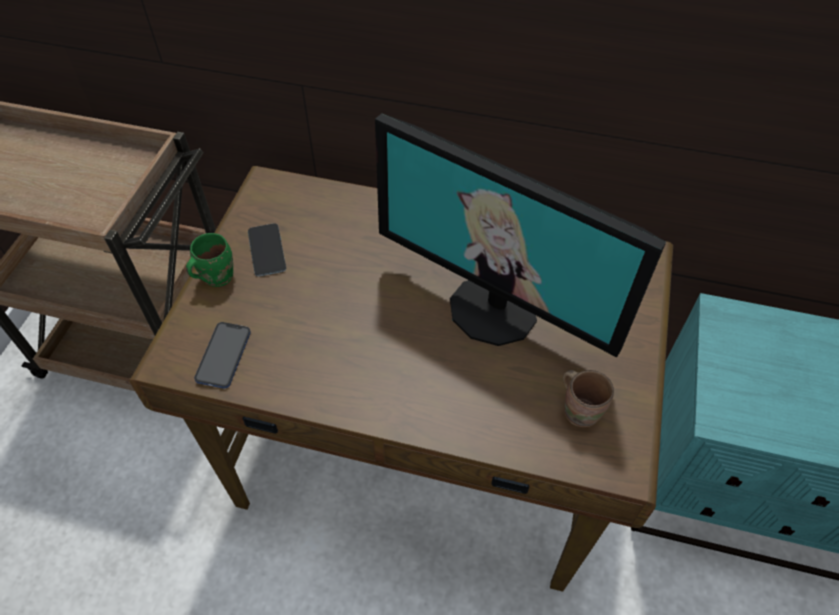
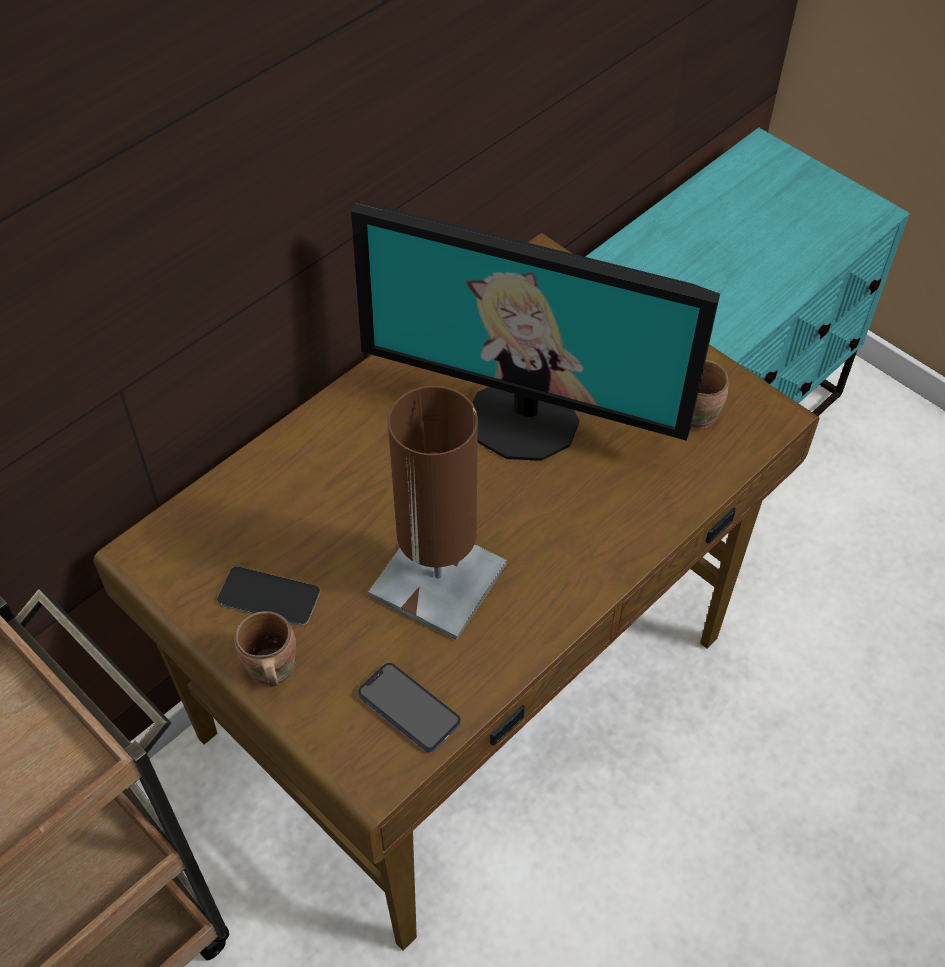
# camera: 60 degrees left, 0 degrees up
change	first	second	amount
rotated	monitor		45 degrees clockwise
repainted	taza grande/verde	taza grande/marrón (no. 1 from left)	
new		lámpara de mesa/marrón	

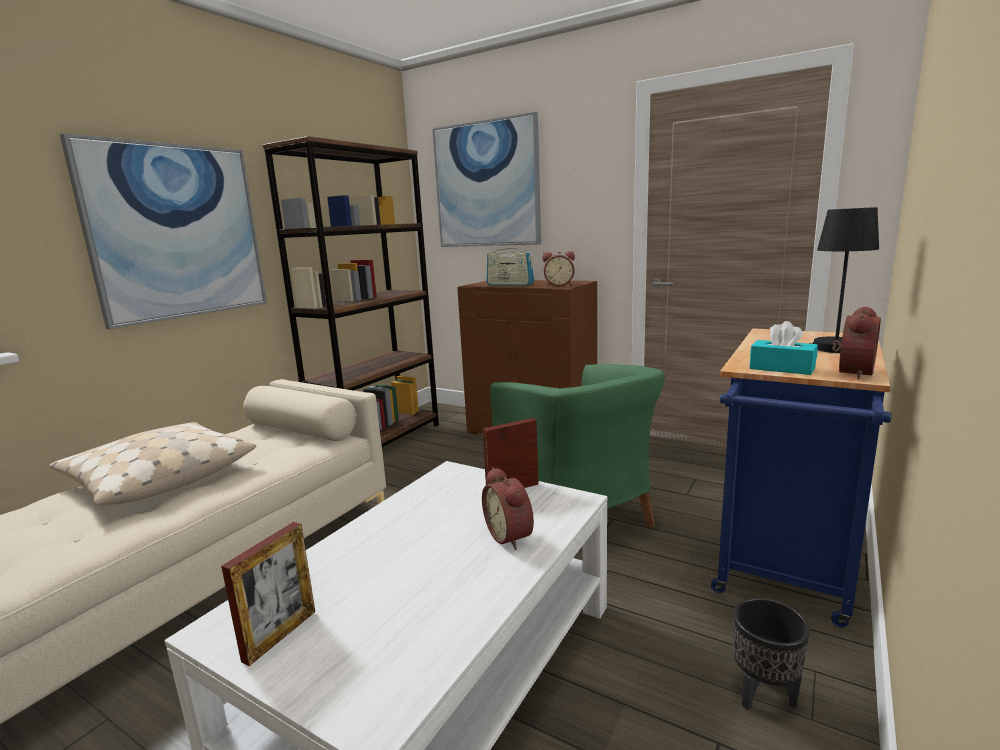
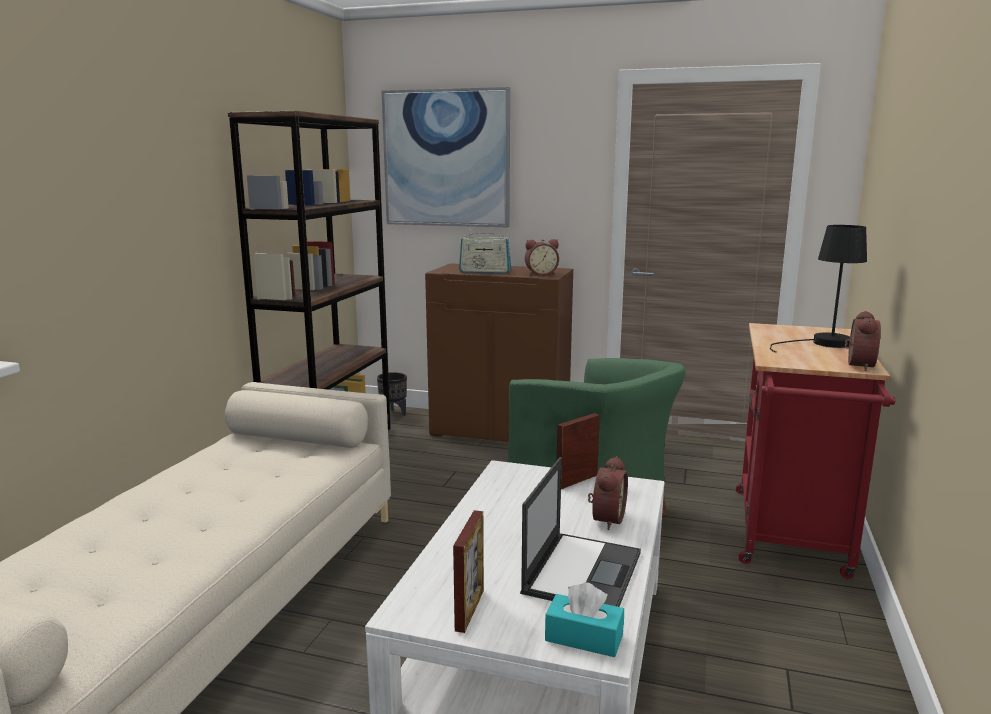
# camera: 15 degrees left, 0 degrees up
change	first	second	amount
gone	cuadro (no. 1 from left)		
shifted	caja de pañuelos/turquesa		
repainted	carrito/azul	carrito/rojo	
gone	cojín/beis		
rotated	despertador (no. 1 from left in the first image)	despertador (no. 2 from left)	120 degrees counterclockwise
shifted	maceta/negro		
new		portátil	

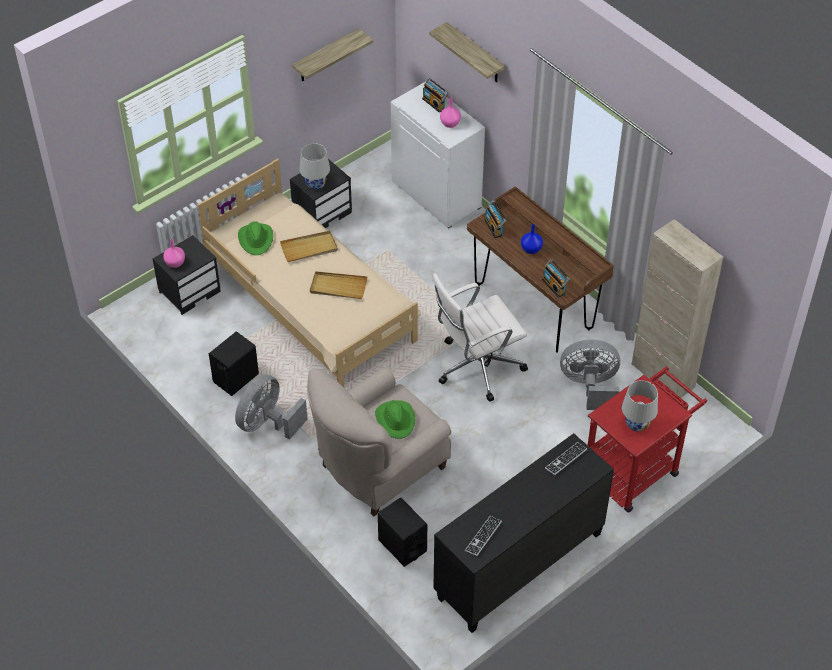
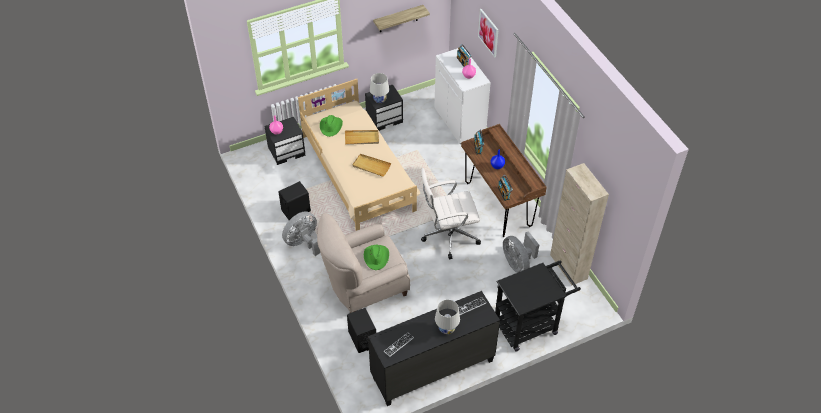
# camera: 15 degrees right, 0 degrees up
change	first	second	amount
swapped	estante (no. 2 from left)	cuadro	
rotated	ventilador/gris (no. 2 from left)		135 degrees counterclockwise
repainted	carrito/rojo	carrito/negro	
shifted	lámpara de mesa/blanco (no. 2 from left)		

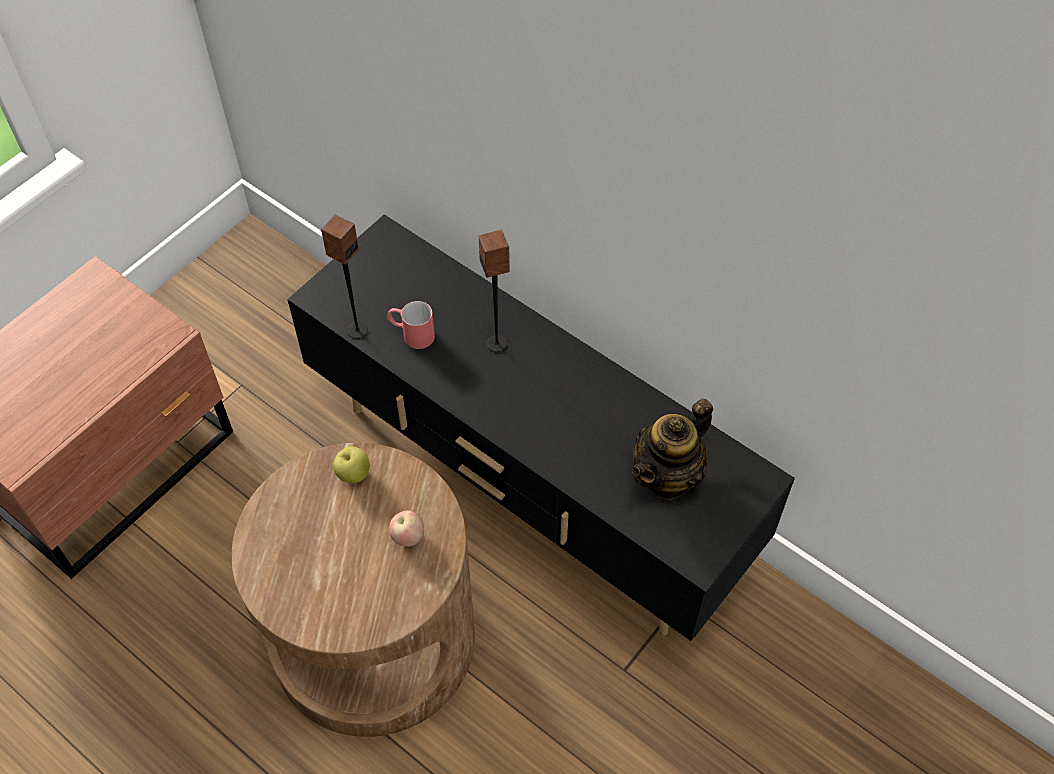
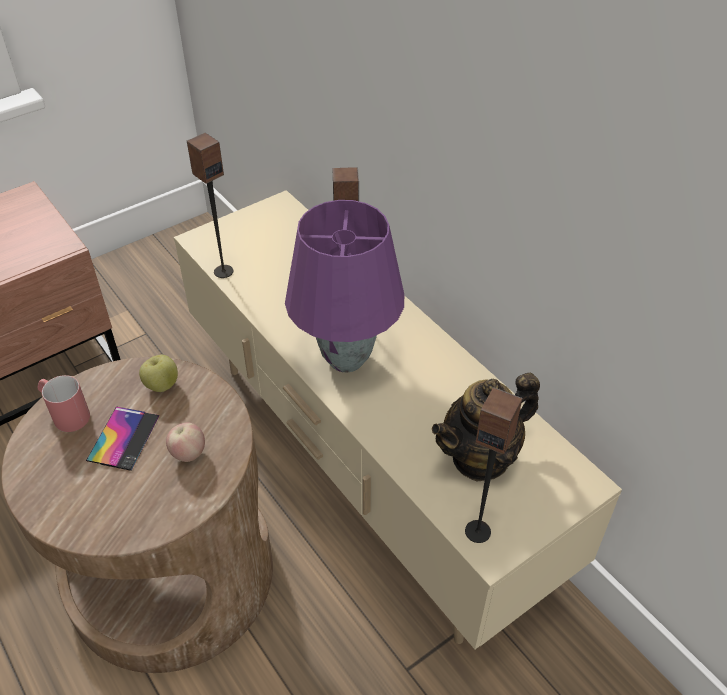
# camera: 15 degrees right, 10 degrees down
change	first	second	amount
repainted	mueble de televisión/negro	mueble de televisión/beis	
shifted	taza grande/rojo		
new		lámpara de mesa/morado	
new		altavoz (no. 3 from left)	
new		móvil	

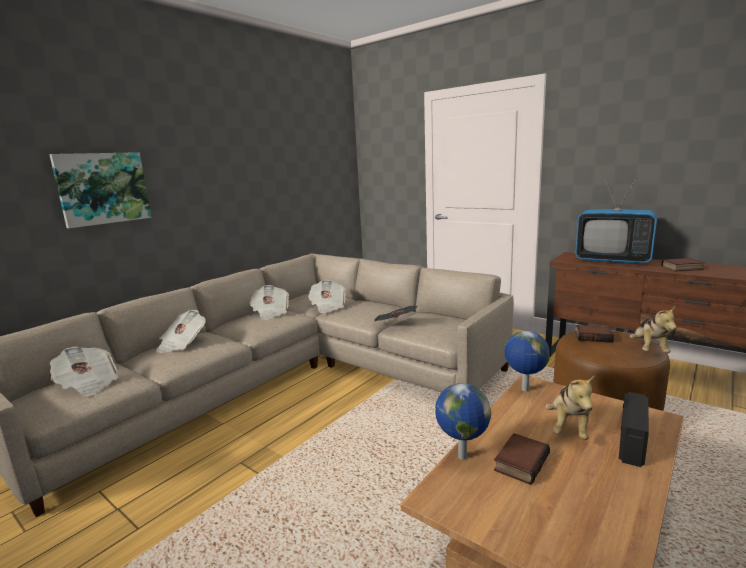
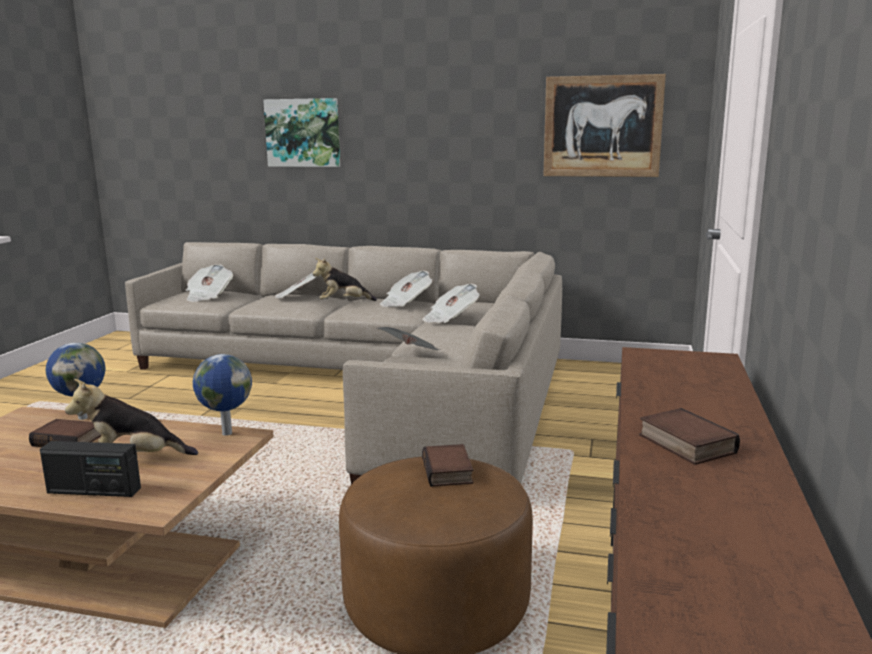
# camera: 65 degrees right, 0 degrees up
change	first	second	amount
gone	televisor		
shifted	peluche (no. 2 from left)		
new		cuadro (no. 2 from left)	

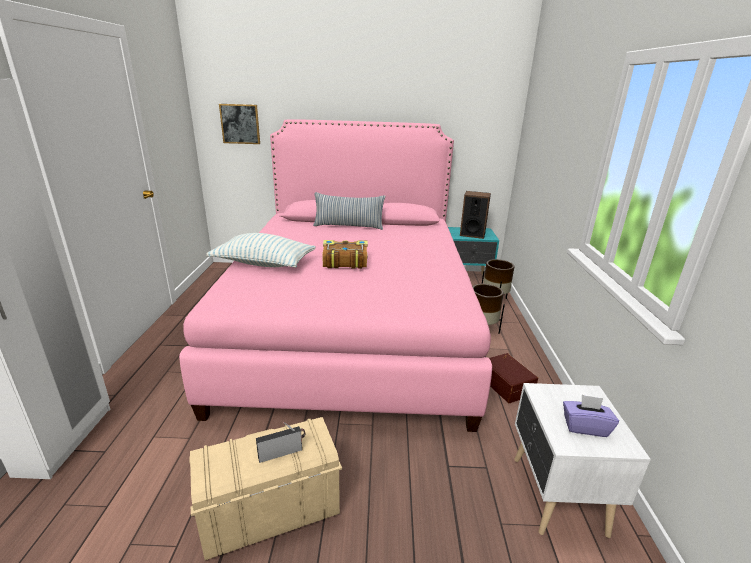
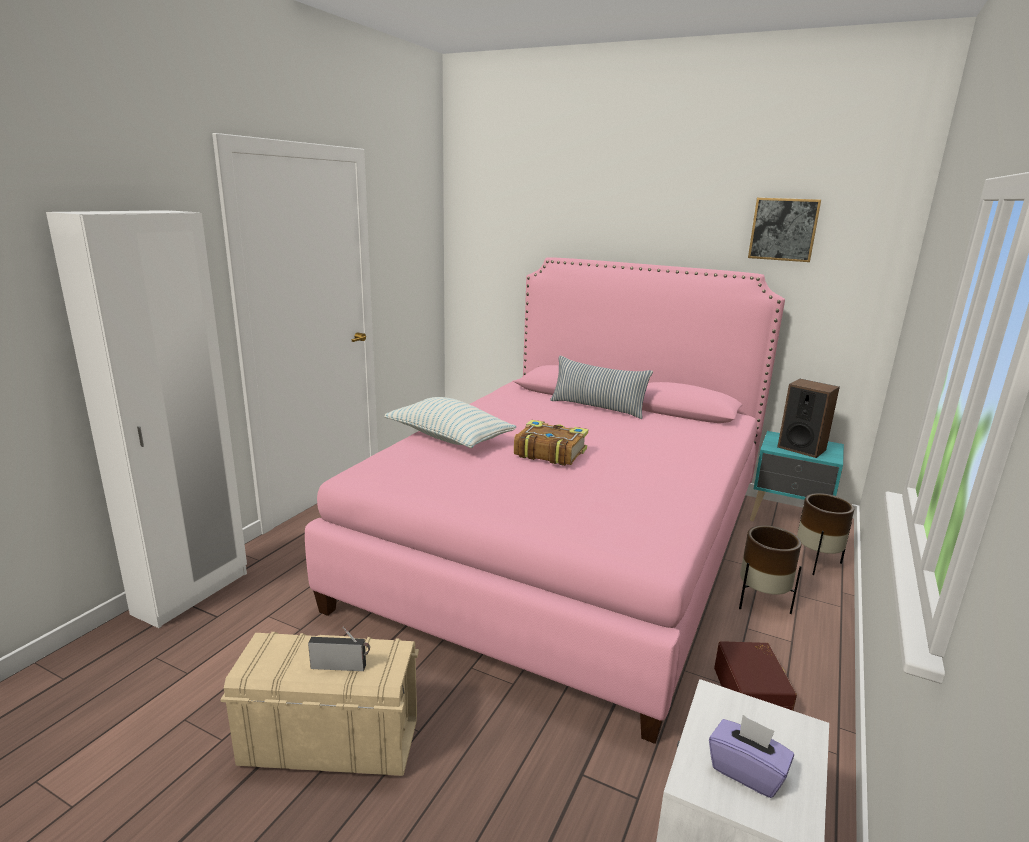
# camera: 25 degrees right, 5 degrees down
change	first	second	amount
shifted	cuadro		

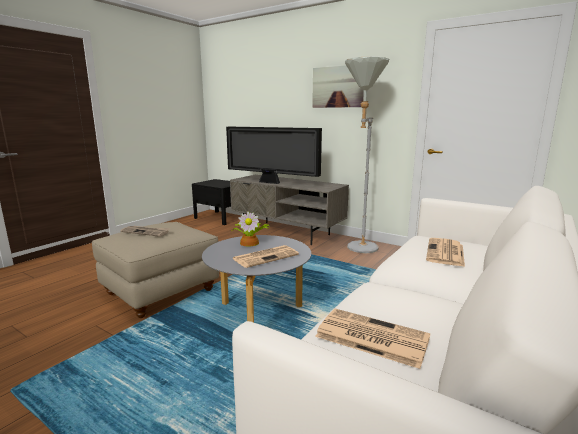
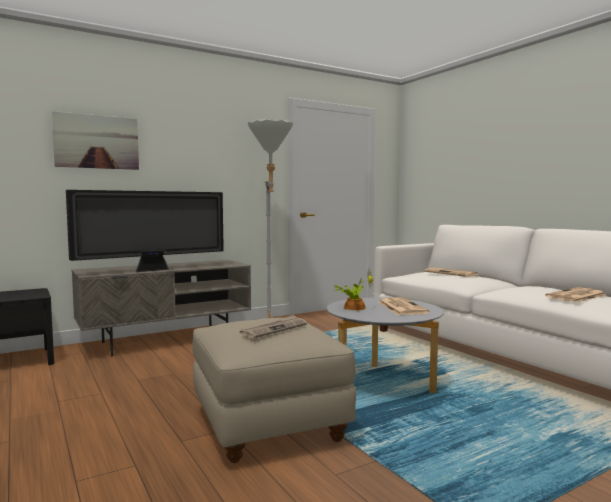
# camera: 65 degrees left, 10 degrees down
change	first	second	amount
shifted	cuadro		

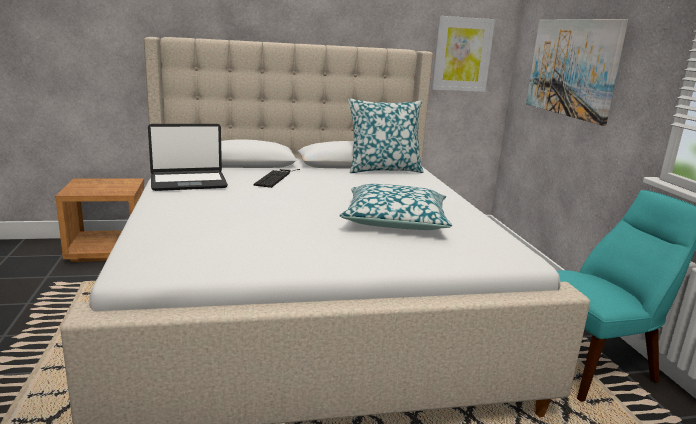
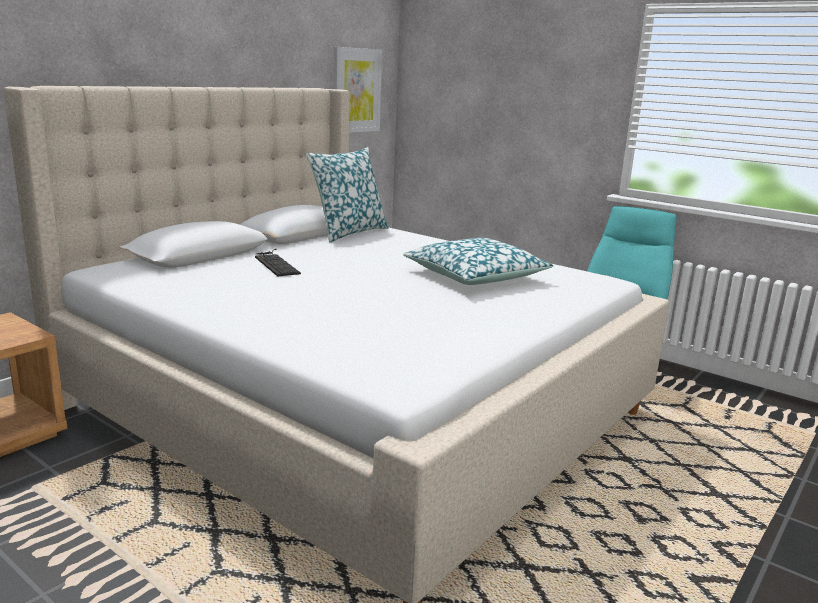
# camera: 40 degrees left, 0 degrees up
change	first	second	amount
gone	cuadro (no. 2 from left)		
gone	portátil		

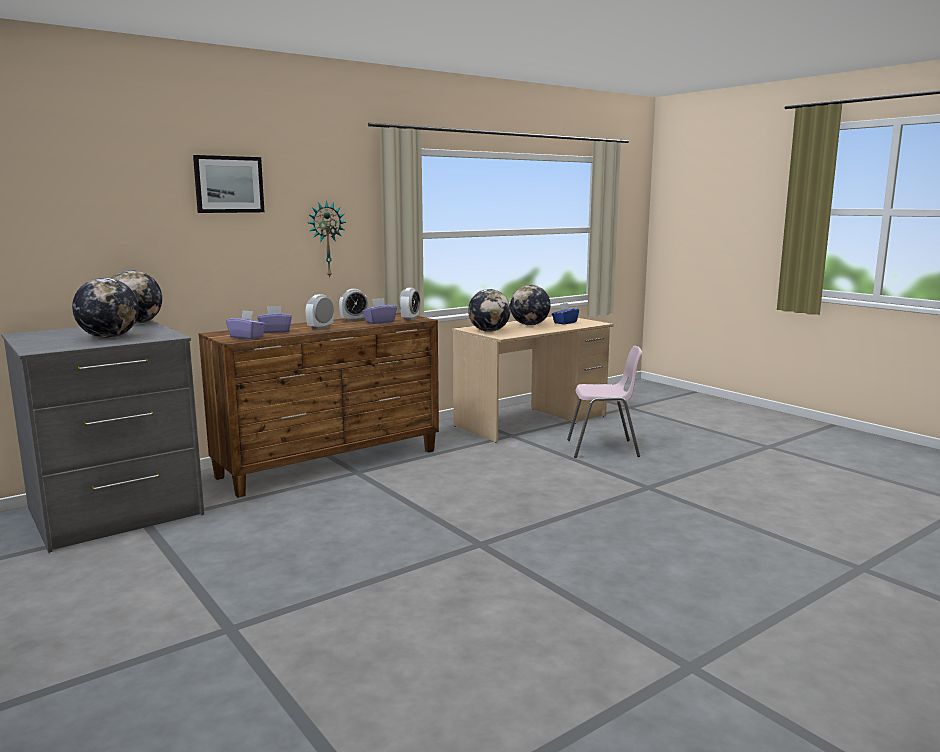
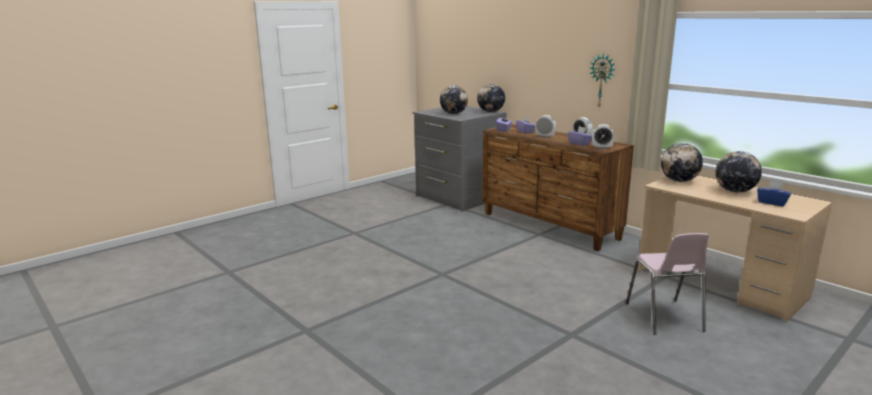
# camera: 85 degrees right, 5 degrees up
change	first	second	amount
gone	cuadro		

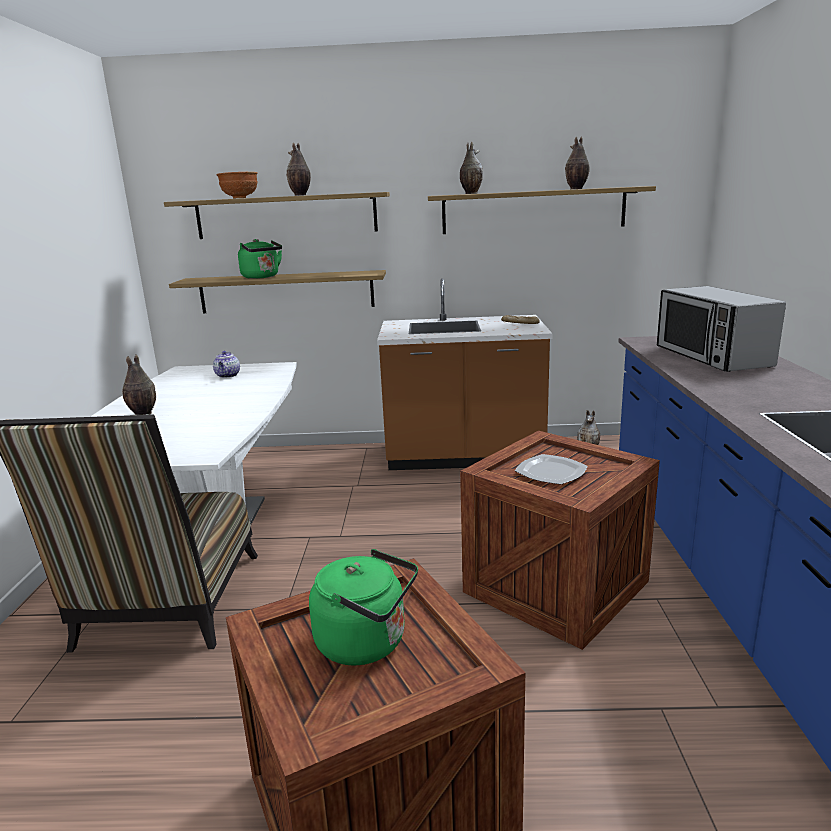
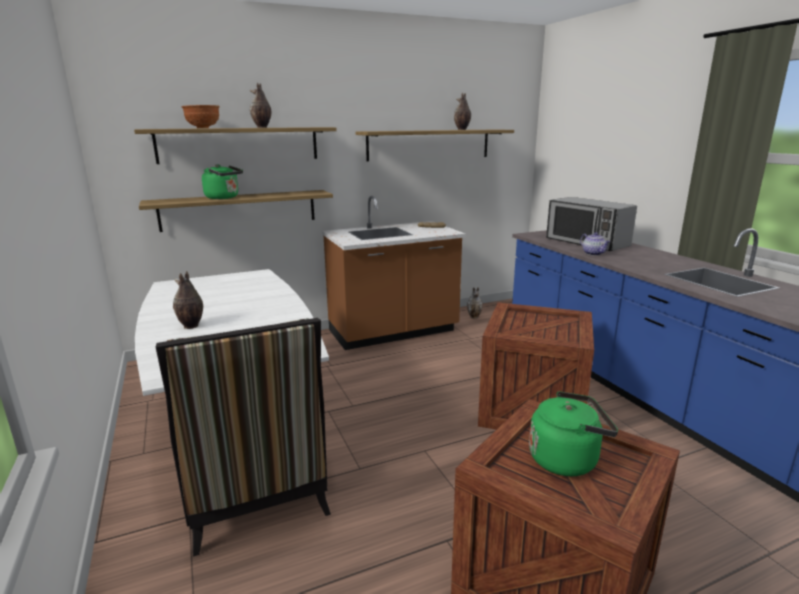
# camera: 25 degrees left, 0 degrees up
change	first	second	amount
gone	florero (no. 3 from left)		
shifted	tetera		
gone	plato		

